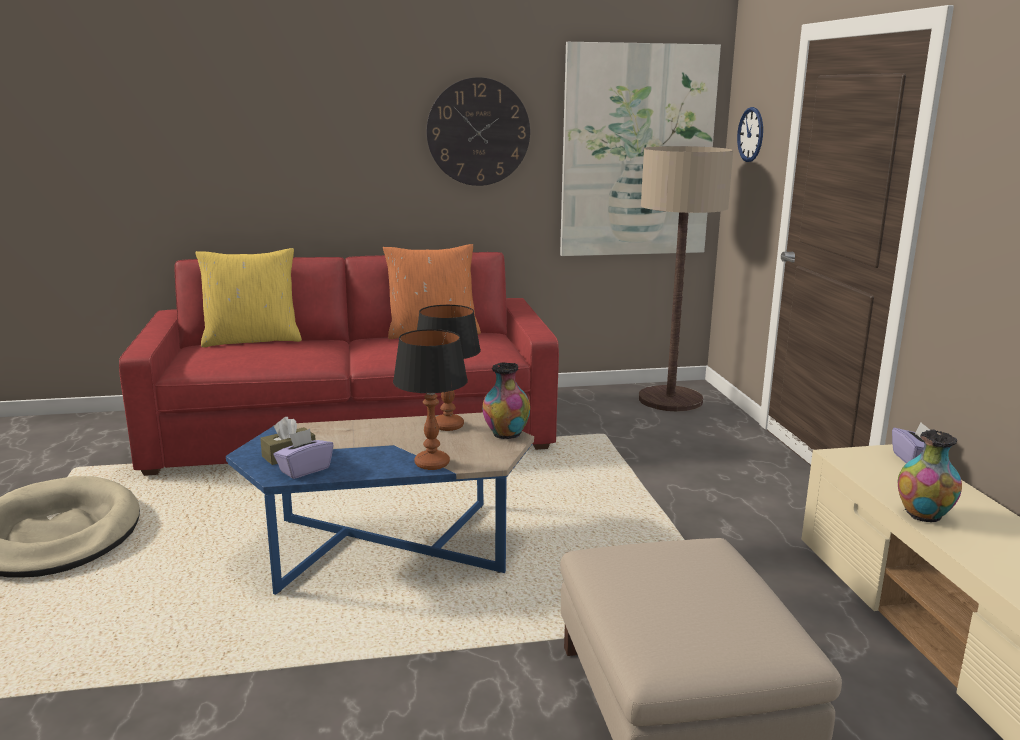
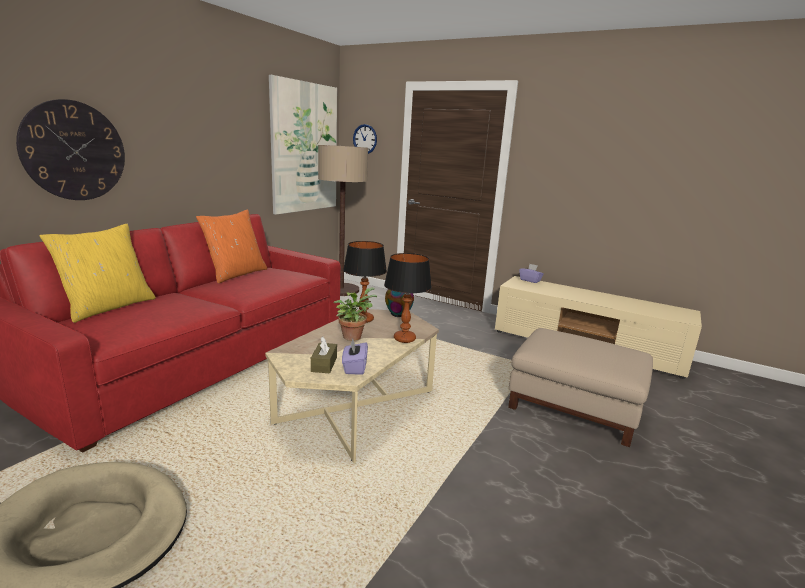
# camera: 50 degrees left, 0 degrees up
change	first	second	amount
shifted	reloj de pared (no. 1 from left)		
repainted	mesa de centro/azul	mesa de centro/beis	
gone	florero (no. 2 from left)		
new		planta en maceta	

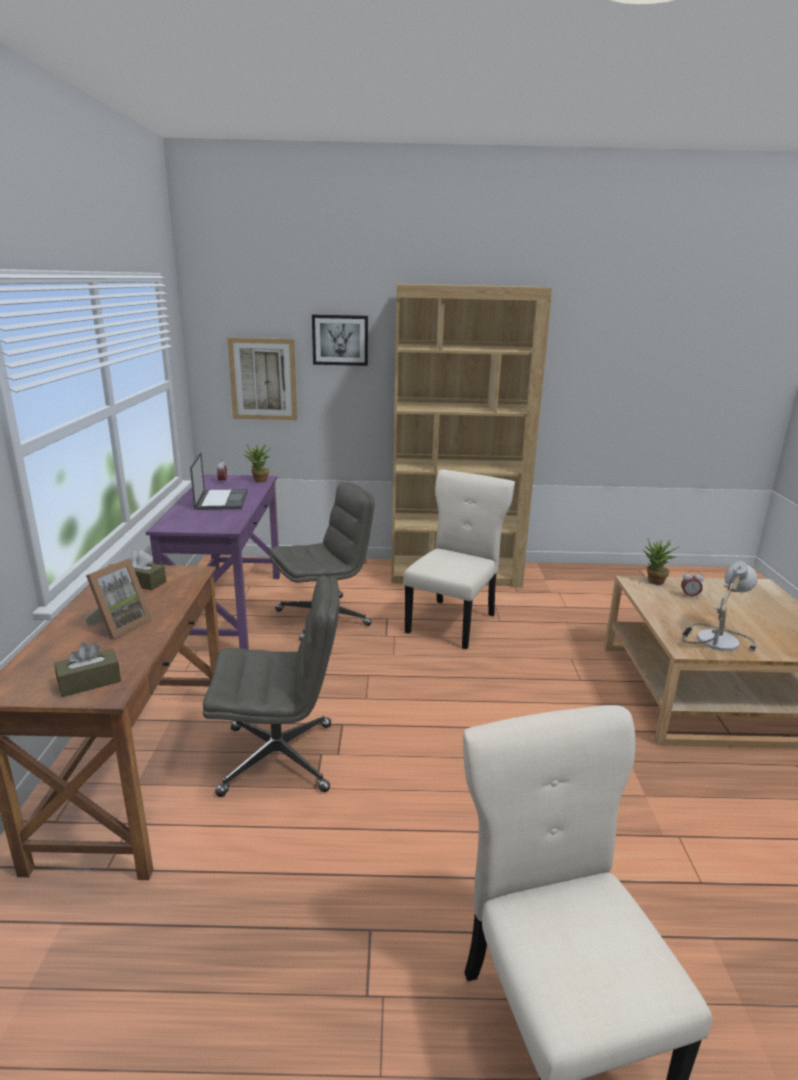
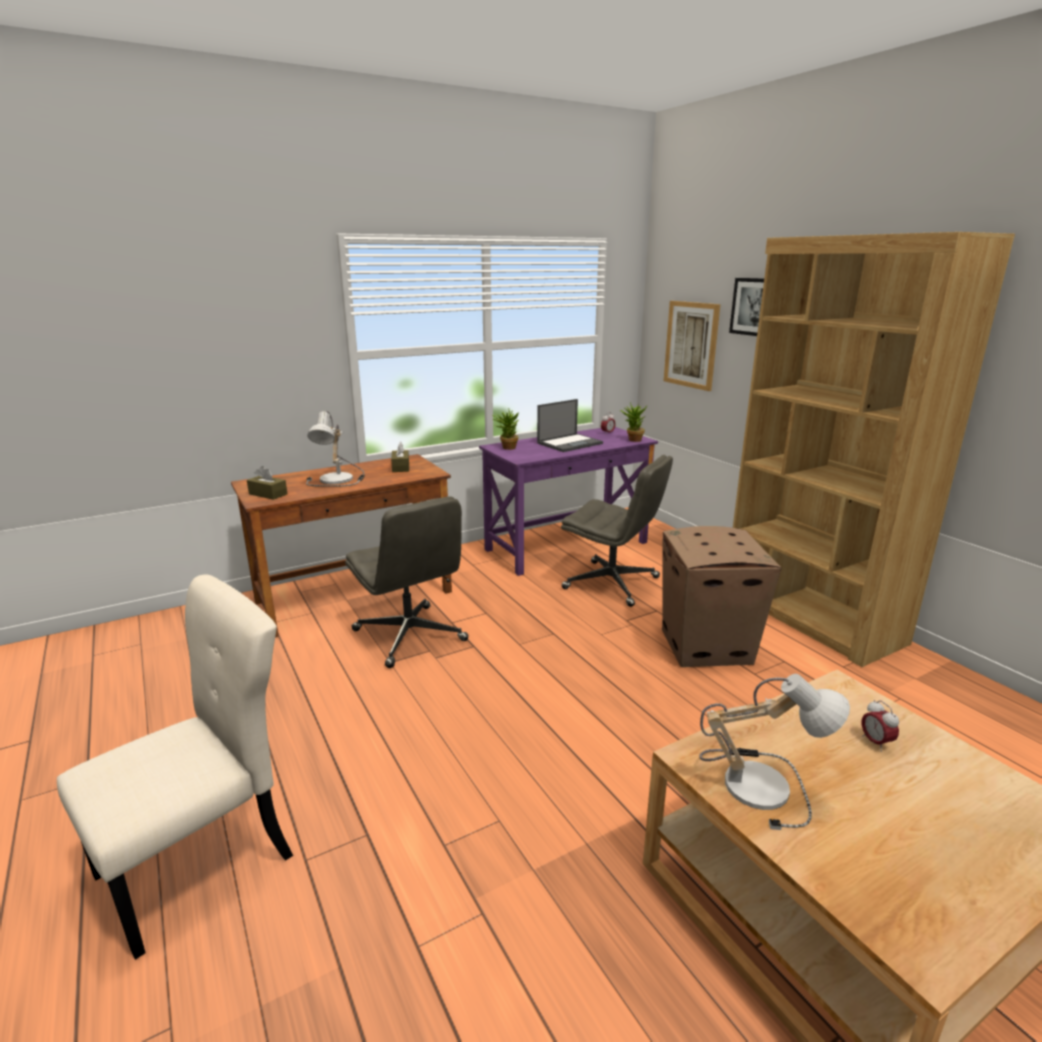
# camera: 60 degrees right, 0 degrees up
change	first	second	amount
swapped	silla/beis (no. 1 from left)	caja de cartón	
shifted	planta en maceta (no. 2 from left in the first image)	planta en maceta (no. 1 from left)	
swapped	portarretratos	lámpara de mesa (no. 1 from left)	

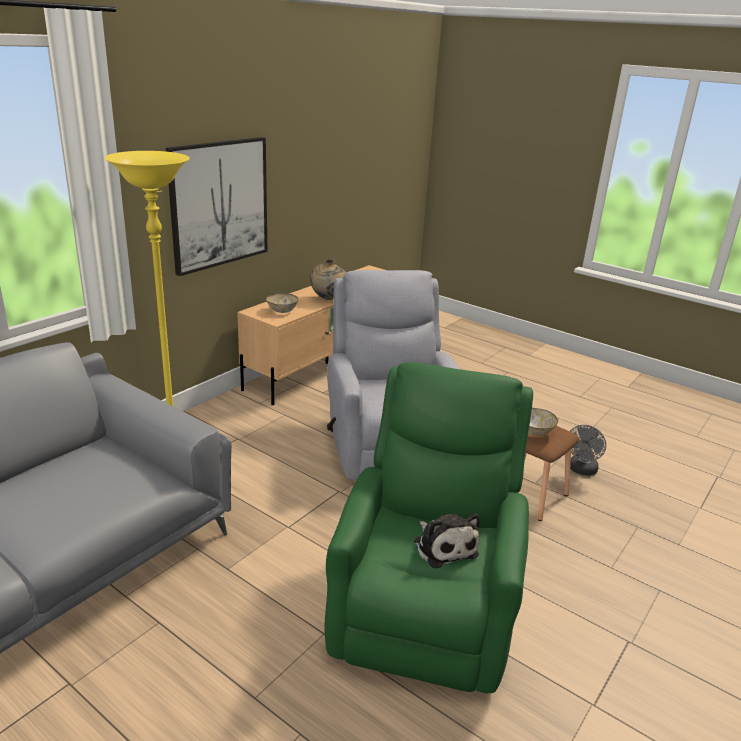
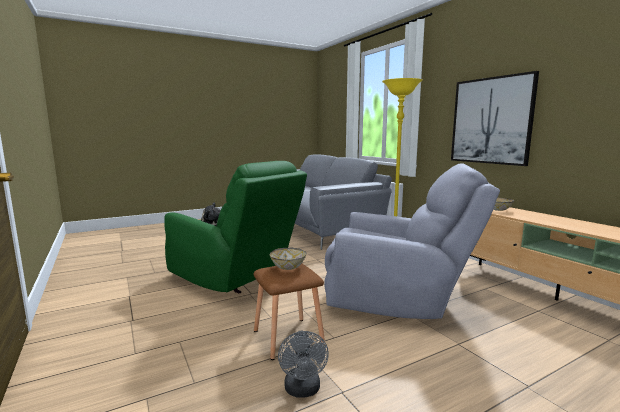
# camera: 115 degrees right, 15 degrees down
change	first	second	amount
gone	florero/beis		
rotated	ventilador/gris		150 degrees counterclockwise

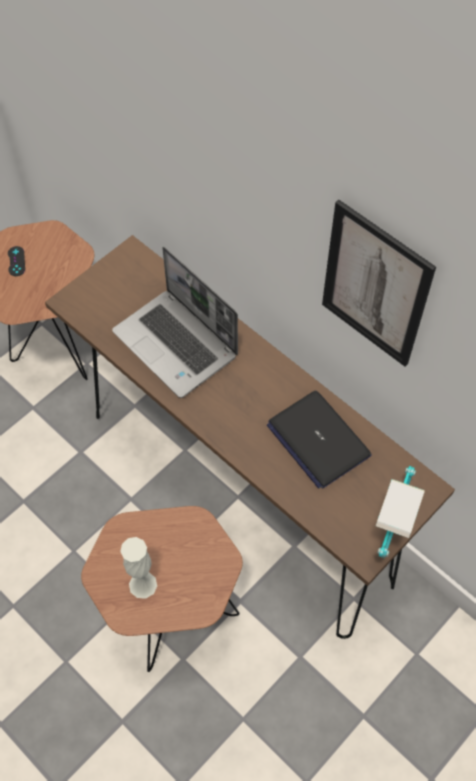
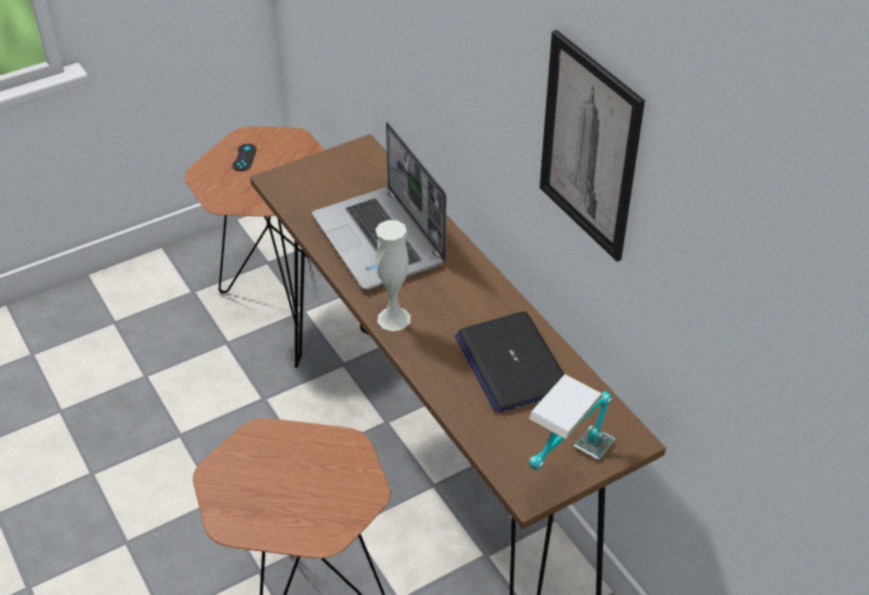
# camera: 15 degrees right, 15 degrees down
change	first	second	amount
shifted	florero/blanco		

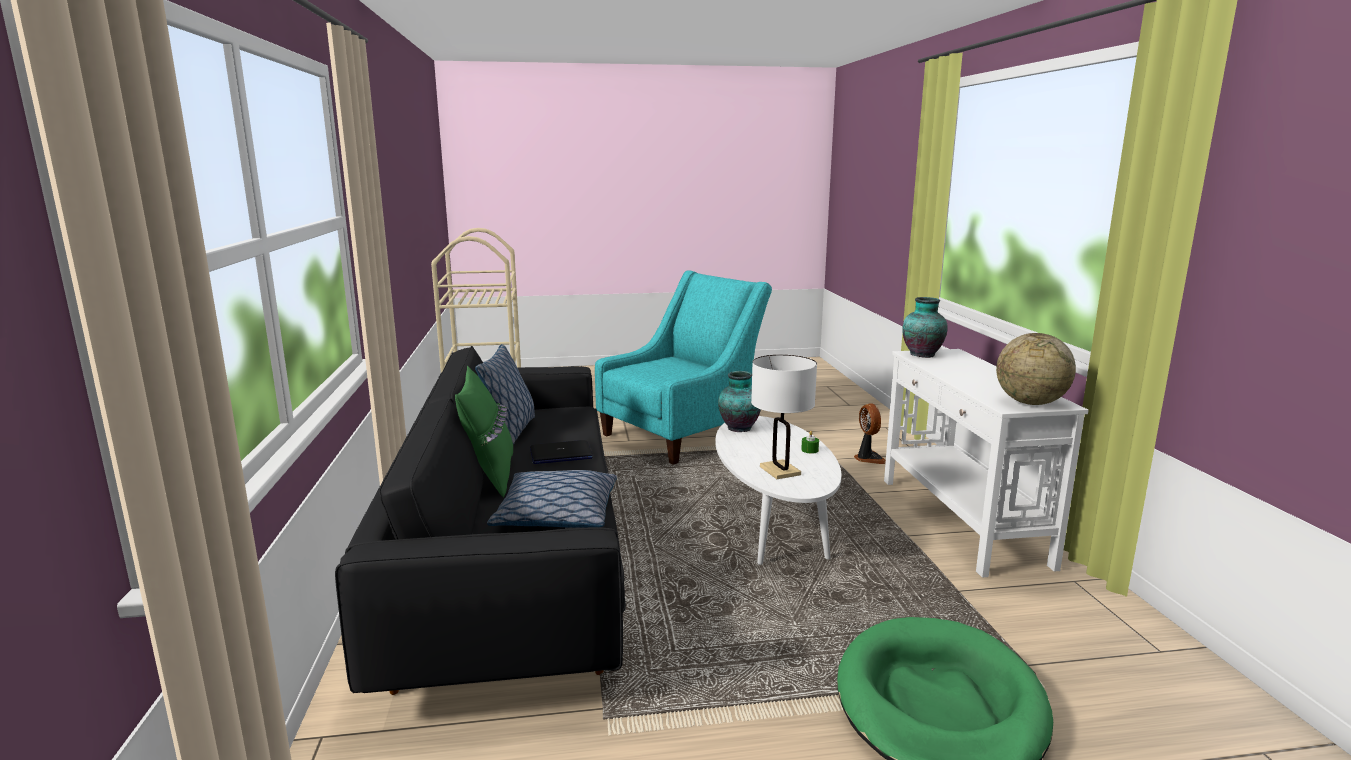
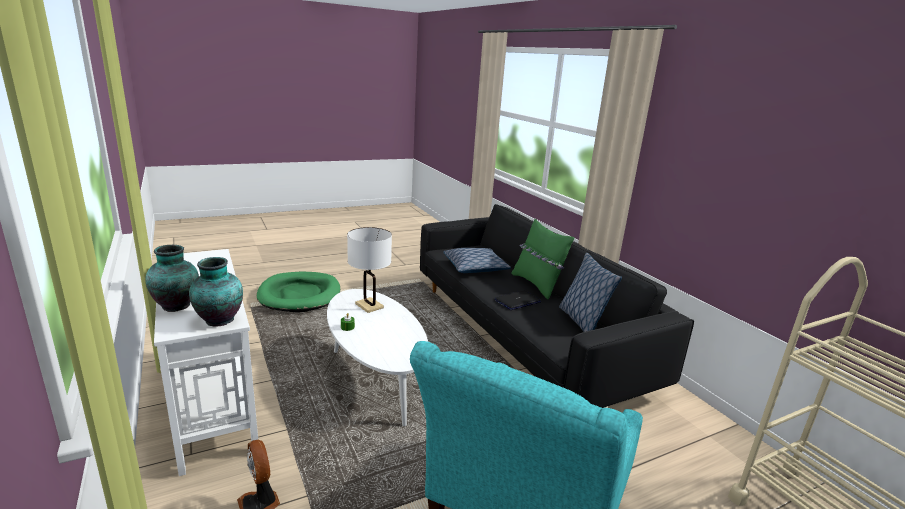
# camera: 160 degrees right, 5 degrees up
change	first	second	amount
gone	globo terráqueo		
shifted	florero (no. 1 from left)		

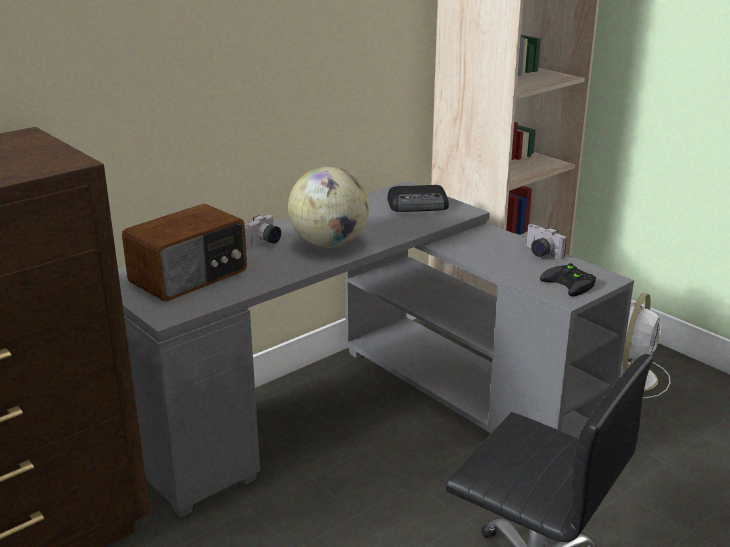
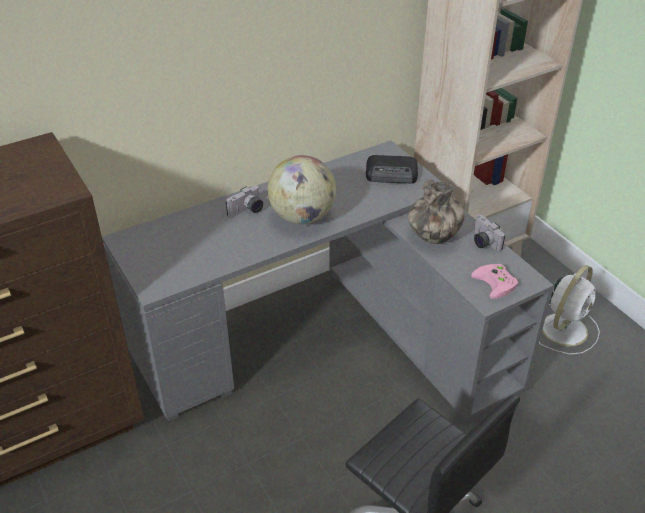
# camera: 10 degrees right, 15 degrees up
change	first	second	amount
gone	radio (no. 1 from left)		
repainted	mando de consola/negro	mando de consola/rosa	
new		florero	

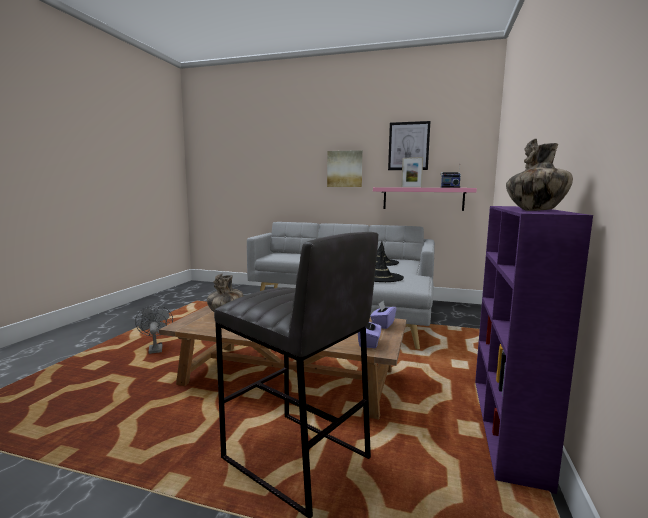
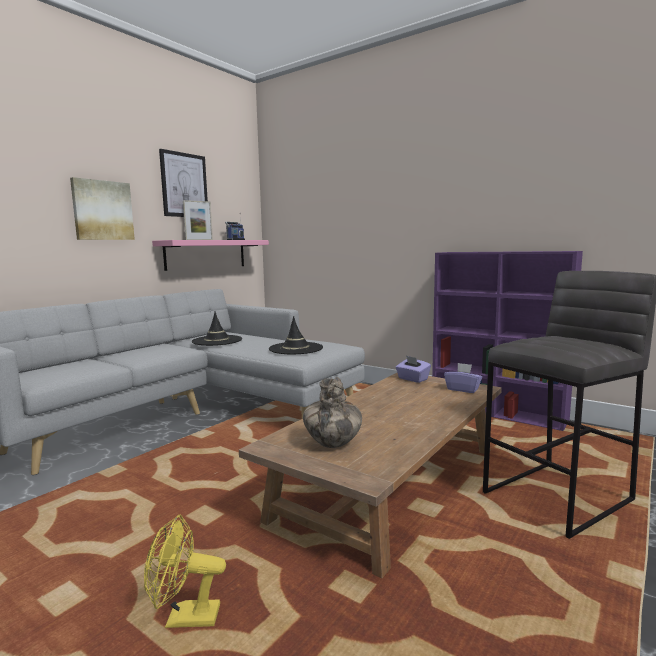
# camera: 70 degrees left, 0 degrees up
change	first	second	amount
gone	florero (no. 2 from left)		
repainted	ventilador/gris	ventilador/amarillo	

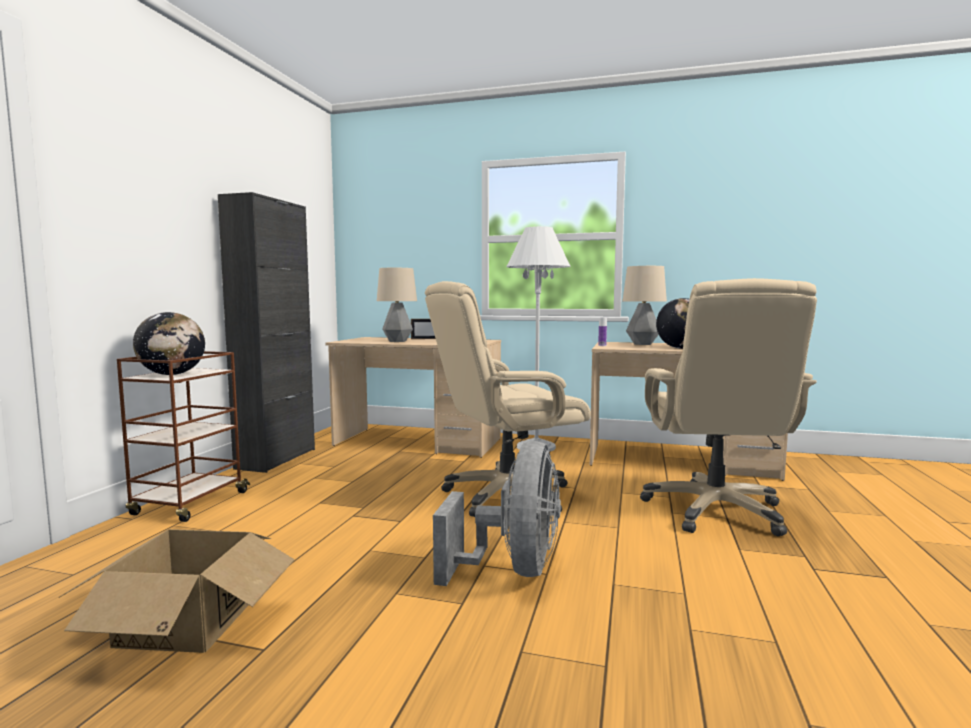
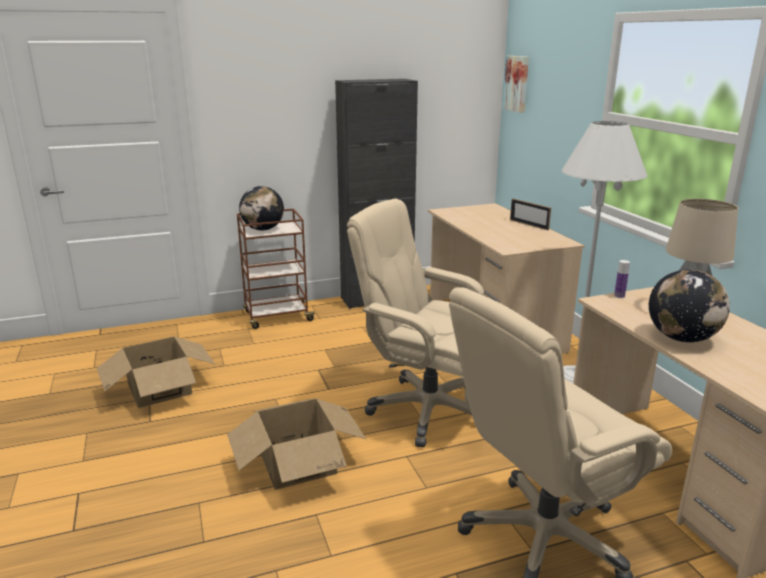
# camera: 55 degrees right, 15 degrees up
change	first	second	amount
gone	lámpara de mesa (no. 1 from left)		
swapped	ventilador/gris	caja de cartón (no. 2 from left)	
new		cuadro	

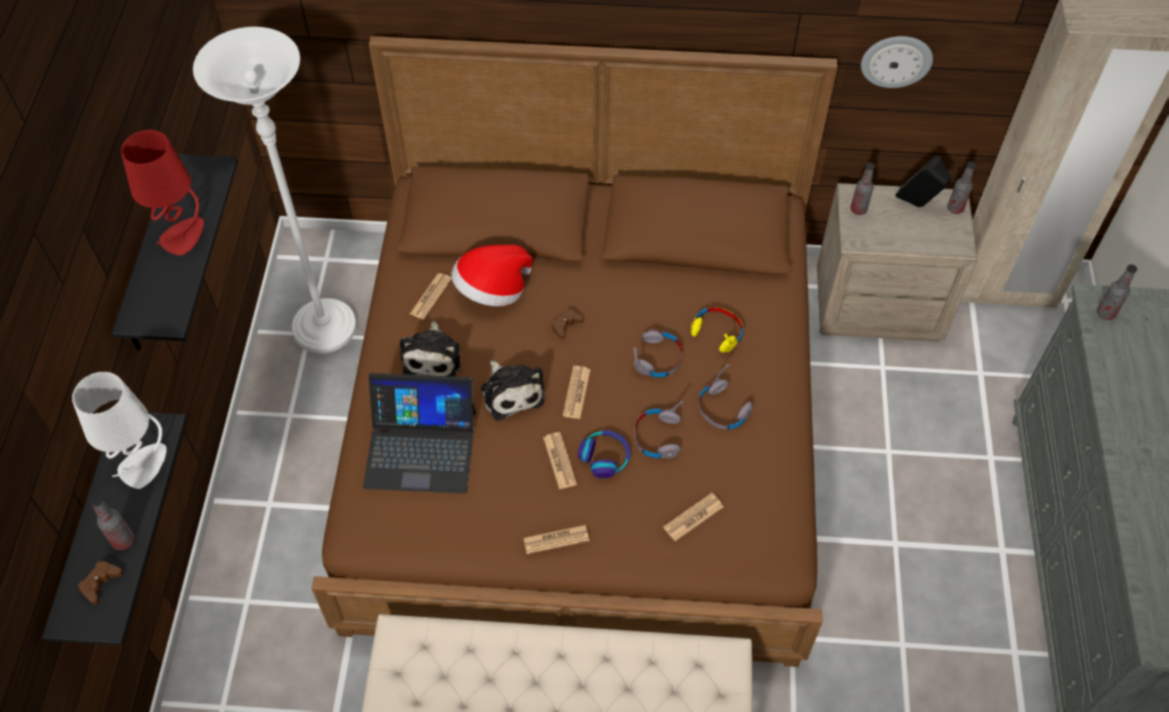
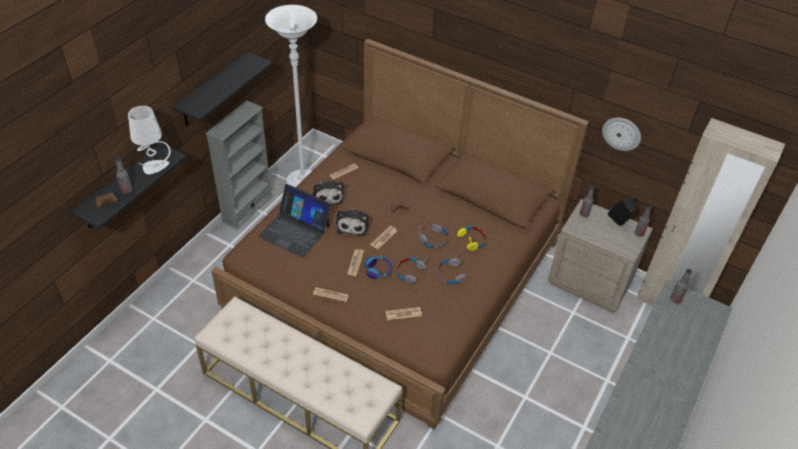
# camera: 25 degrees right, 10 degrees down
change	first	second	amount
gone	lámpara de mesa/rojo		
gone	sombrero		
rotated	peluche (no. 1 from left)		45 degrees counterclockwise
new		estantería/gris	

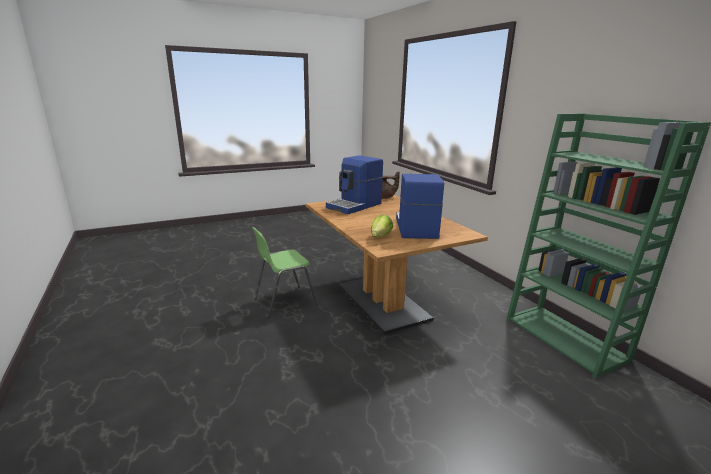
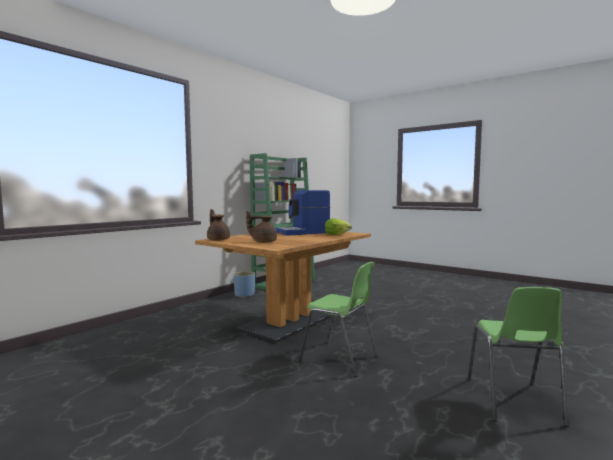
# camera: 115 degrees left, 15 degrees down
change	first	second	amount
swapped	cafetera (no. 1 from left)	tetera/marrón (no. 2 from left)	
new		maceta/azul	
new		silla/verde (no. 2 from left)	

